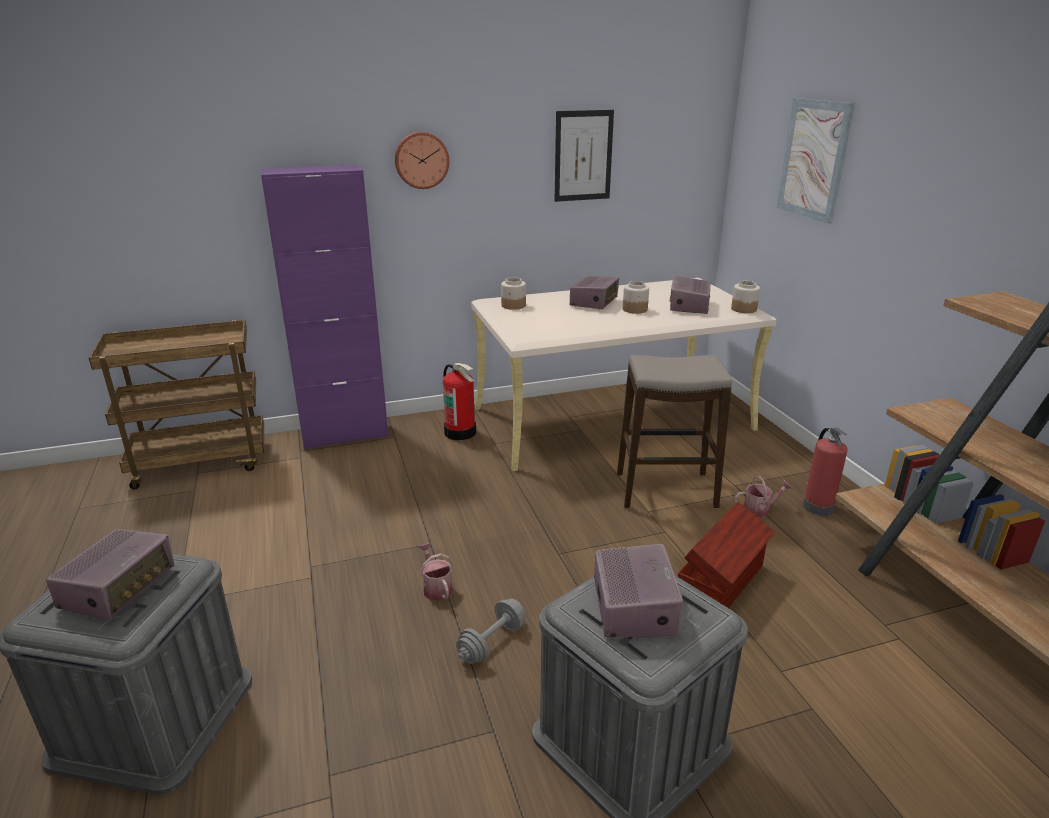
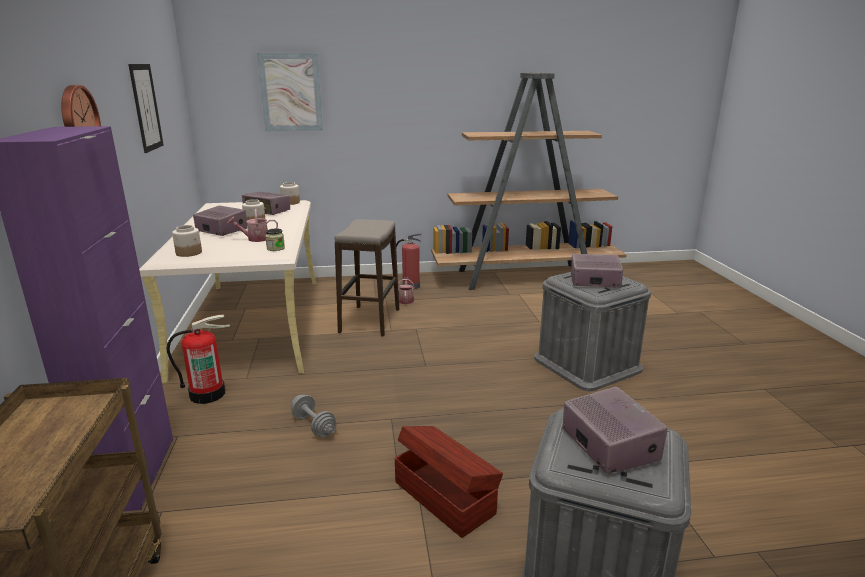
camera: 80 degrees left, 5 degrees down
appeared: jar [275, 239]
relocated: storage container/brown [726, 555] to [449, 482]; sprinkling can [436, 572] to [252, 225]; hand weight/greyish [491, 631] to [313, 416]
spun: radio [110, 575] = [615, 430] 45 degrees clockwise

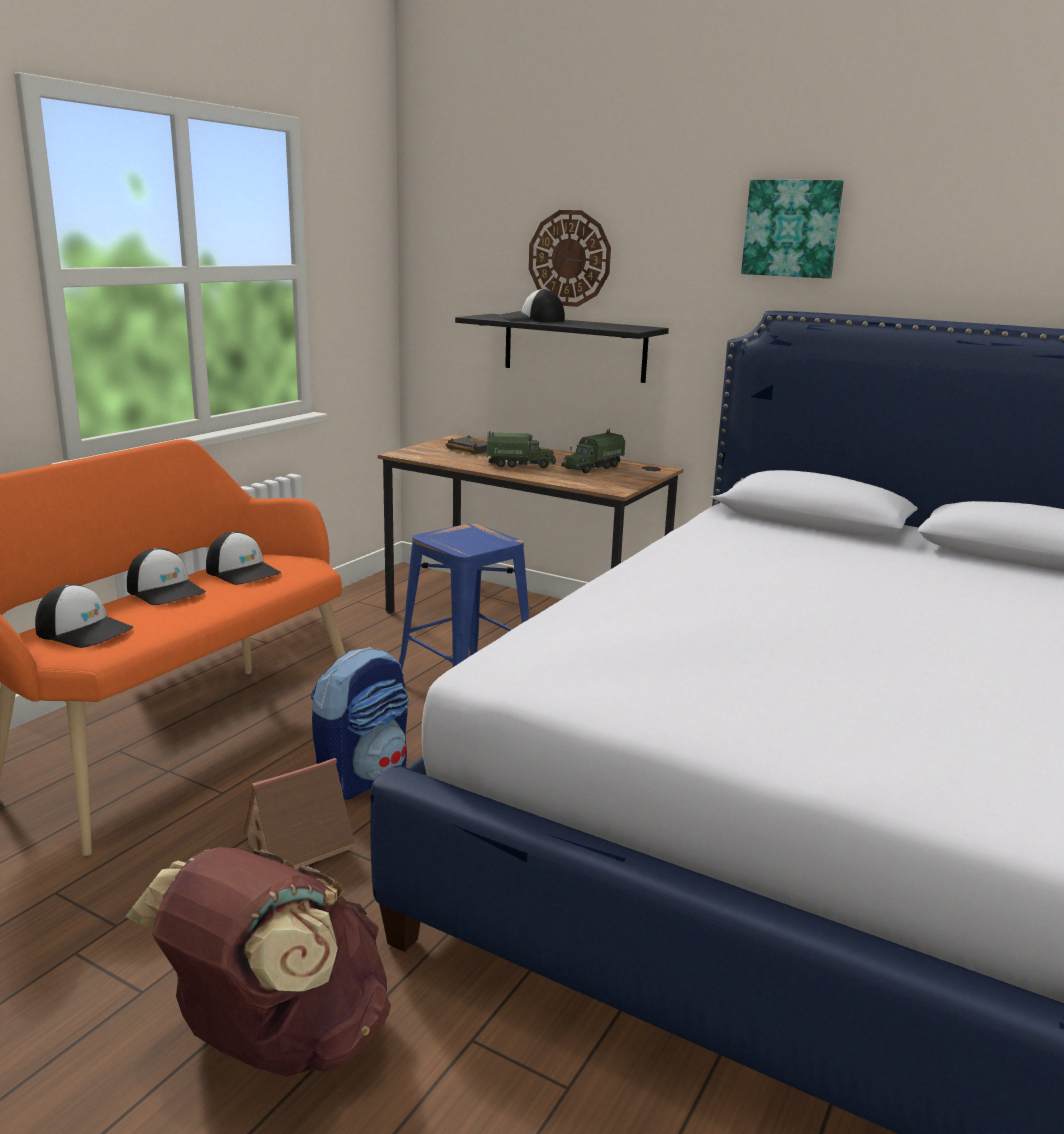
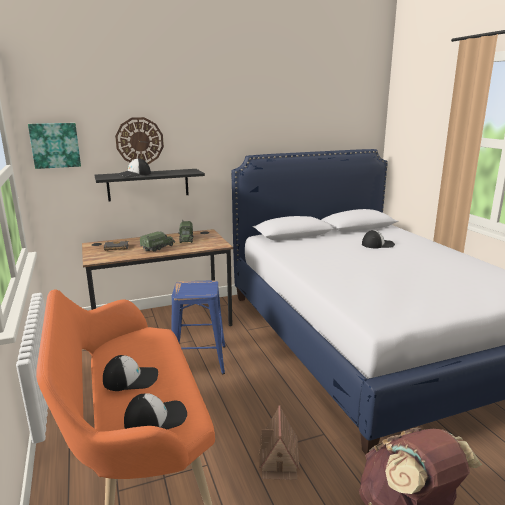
camera: 50 degrees left, 0 degrees up
missing: knapsack [360, 723]
relocated: wall picture [792, 229] to [54, 146]; peaked cap [244, 558] to [378, 239]

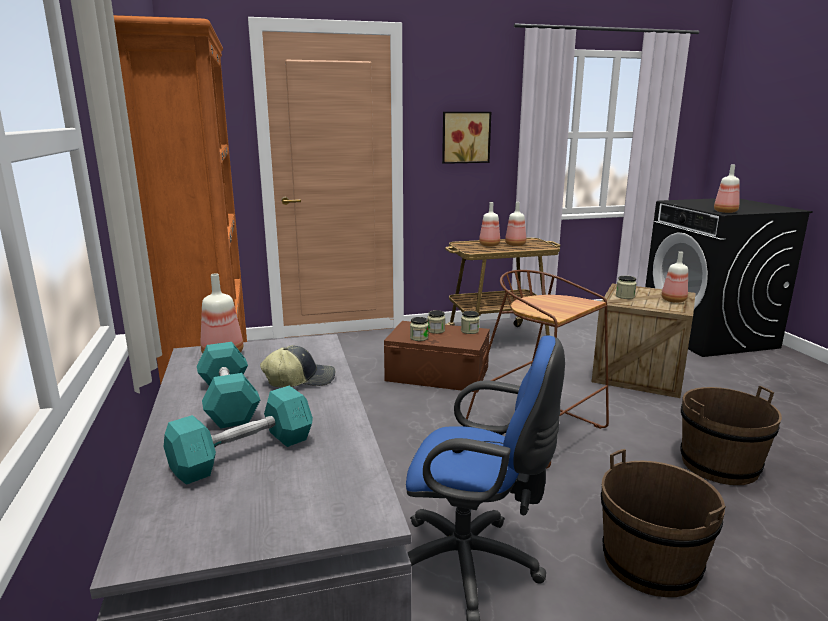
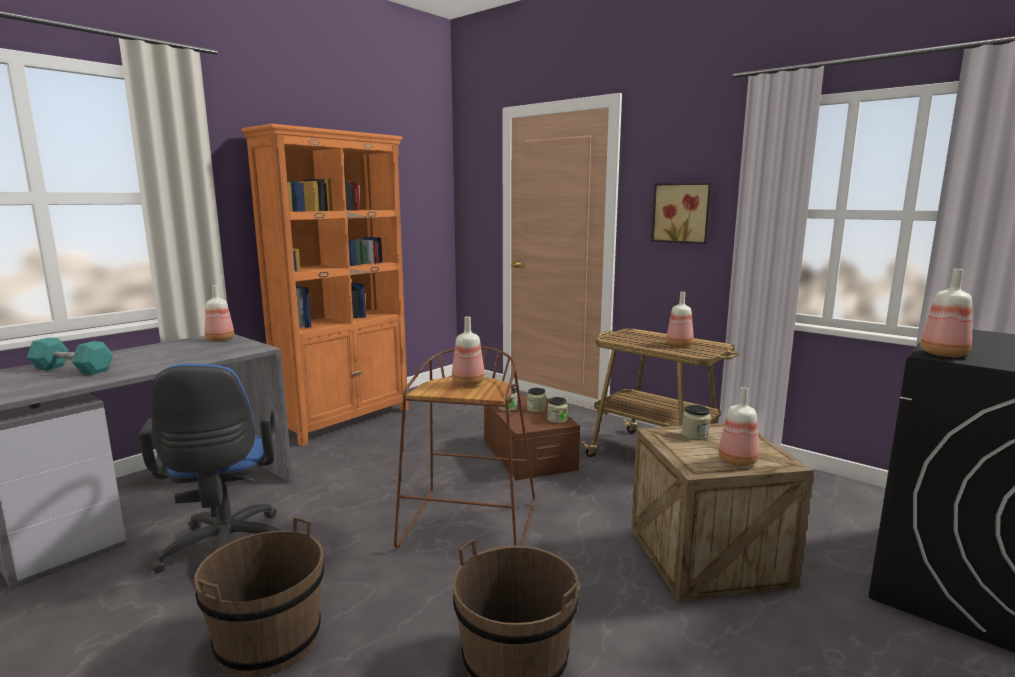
camera: 55 degrees right, 5 degrees down
missing: hand weight/blue-green [228, 385]; peaked cap [297, 366]
relocated: bottle [489, 224] to [468, 351]

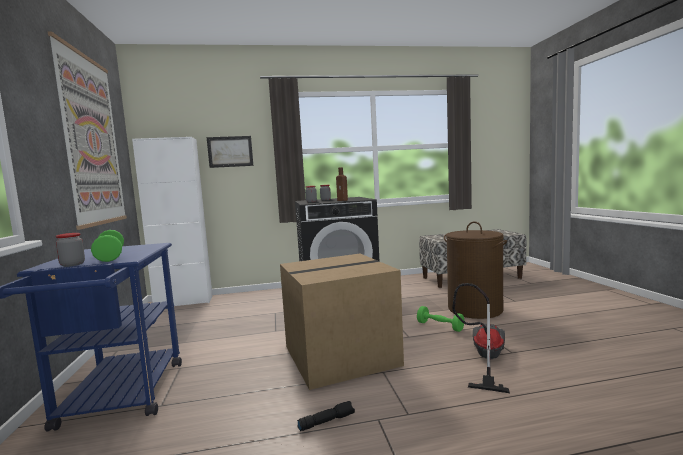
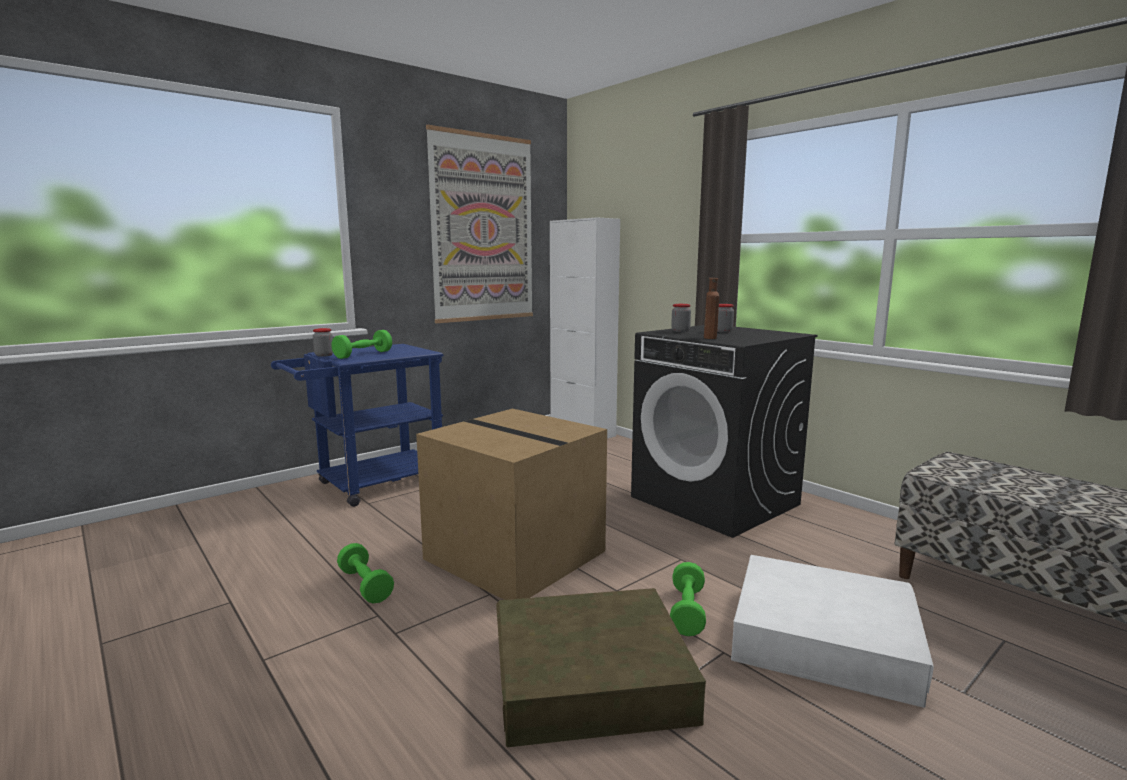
camera: 60 degrees right, 5 degrees up
missing: wall picture [230, 152]
exchanged: washing basket/brown [475, 270] to storage container/white-coloured [832, 631]; vacuum [481, 338] to storage container/brown [601, 667]; hand torch/blackish [326, 416] to hand weight/green [365, 573]

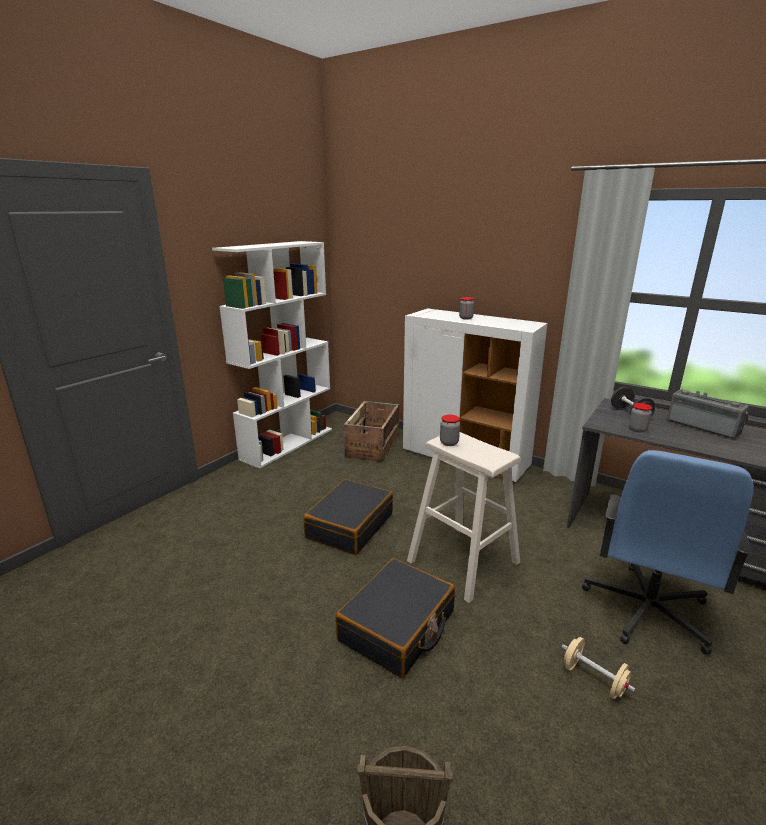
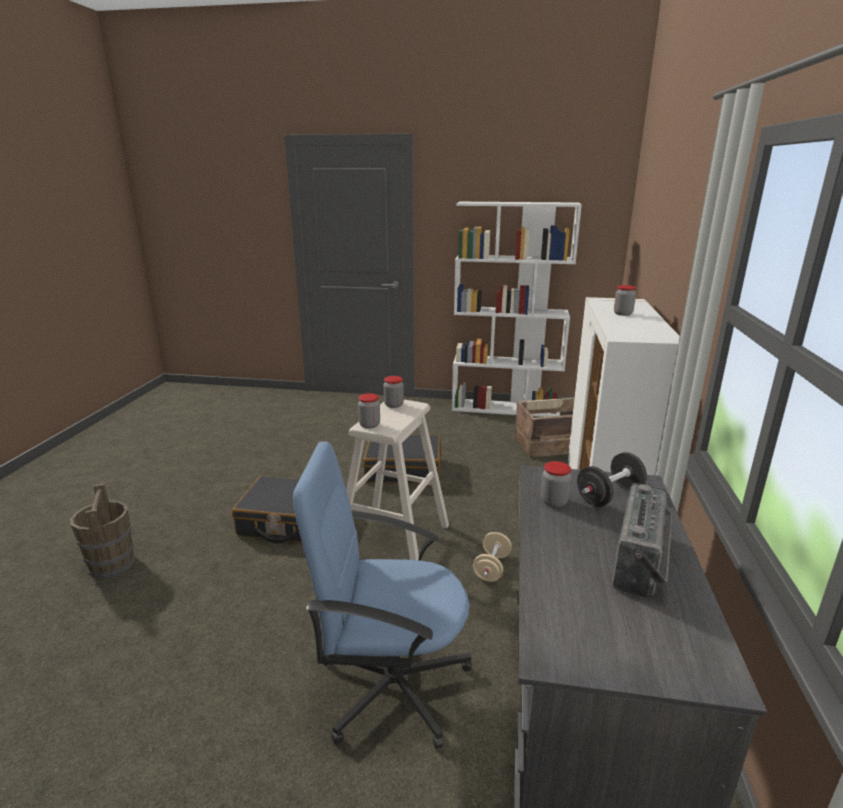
camera: 65 degrees right, 0 degrees up
appeared: jar [369, 411]
relocated: hand weight/beige-coloured [599, 668] to [492, 557]

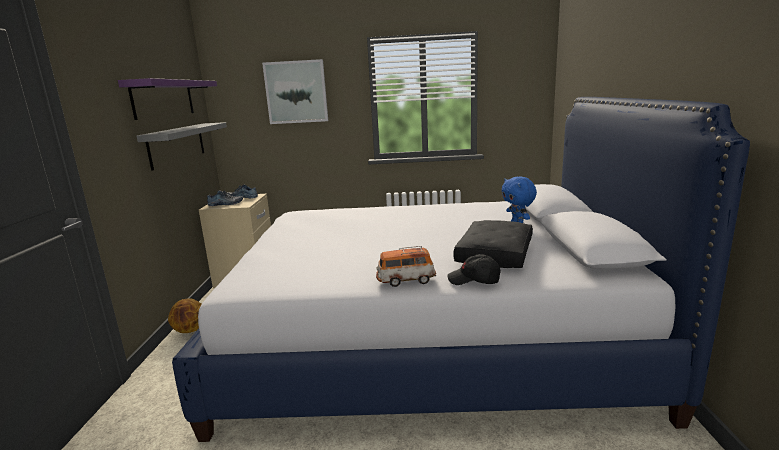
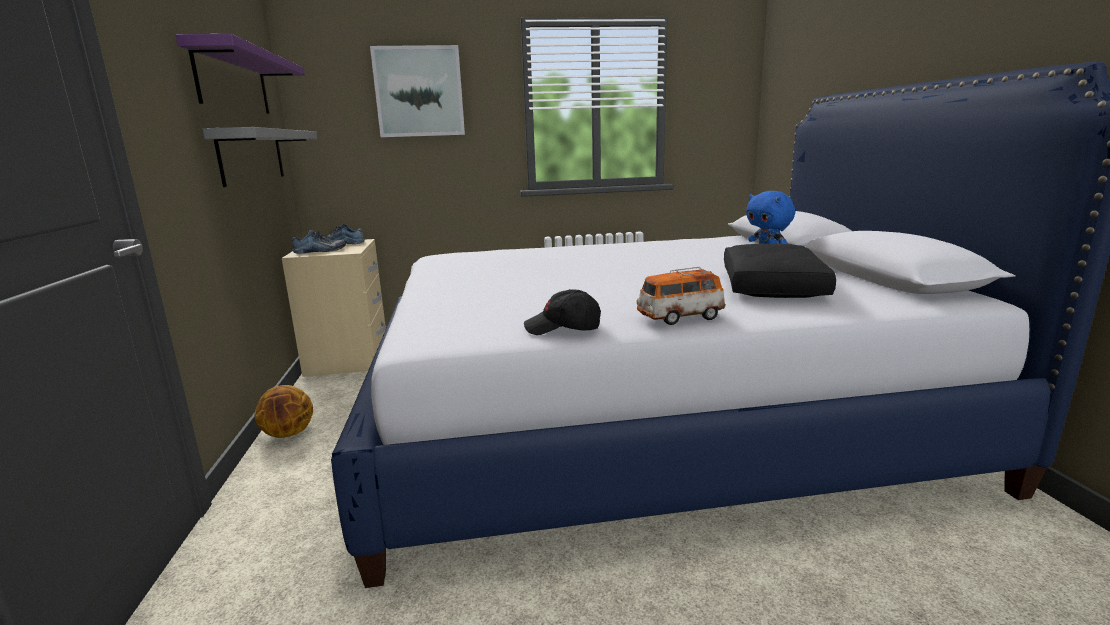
camera: 10 degrees left, 0 degrees up
relocated: peaked cap/blackish [474, 269] to [562, 312]

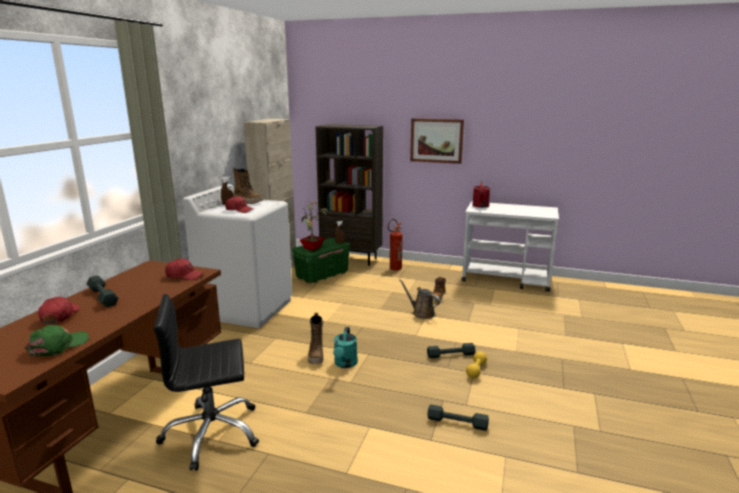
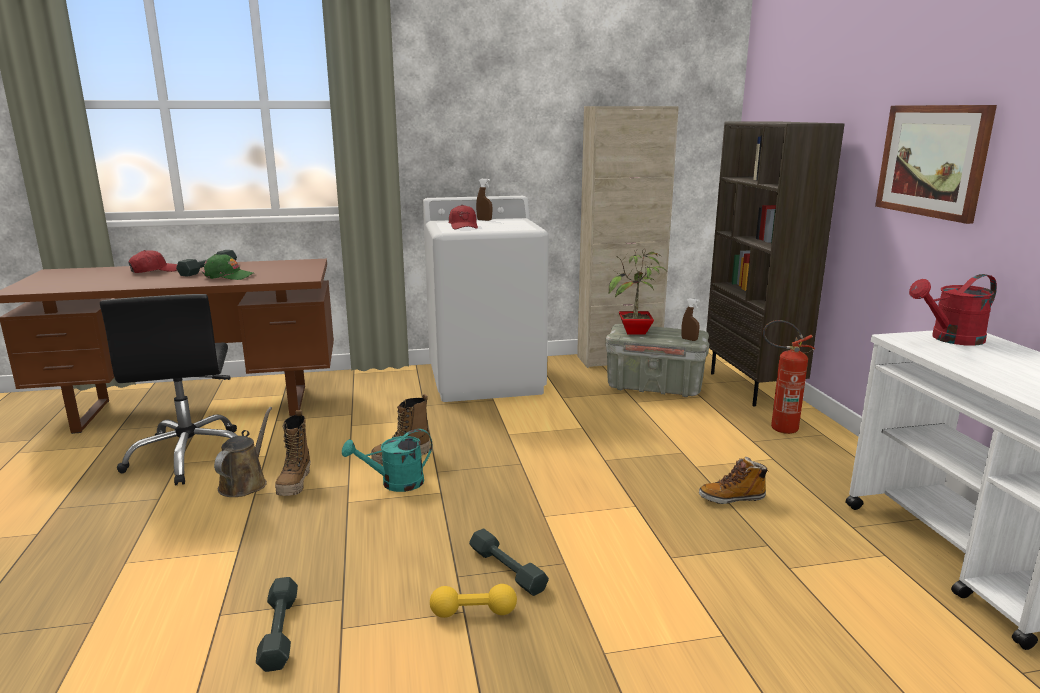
camera: 60 degrees right, 0 degrees up
missing: peaked cap/red-coloured [184, 269]
relocated: boot [248, 185] to [292, 453]; sprinkling can/brown [419, 299] to [243, 452]; peaked cap/green [57, 341] to [228, 267]
colour: storage container/green [321, 260] to storage container/greyish [657, 360]
spun: desk chair/blackish [206, 382] = [169, 389] 150 degrees counterclockwise

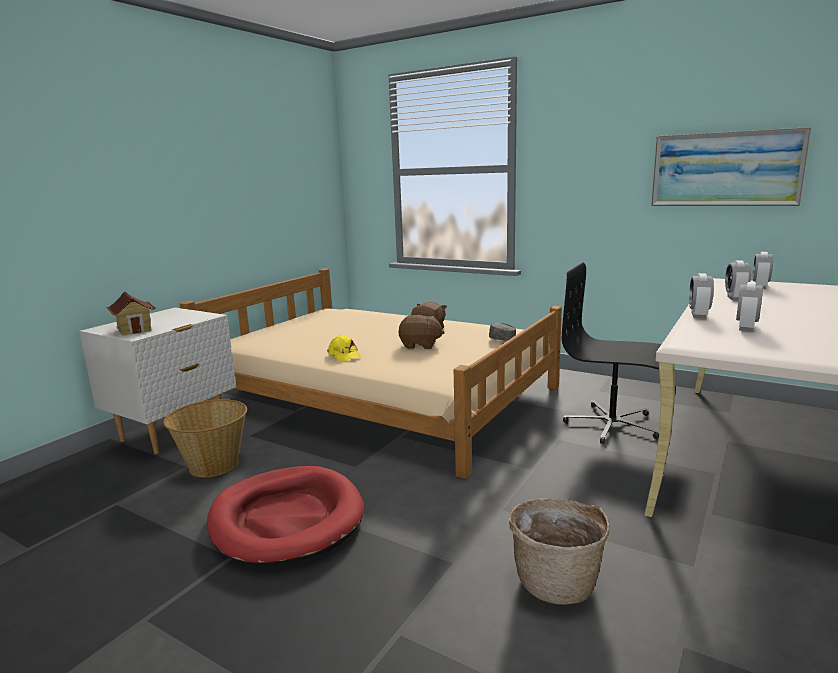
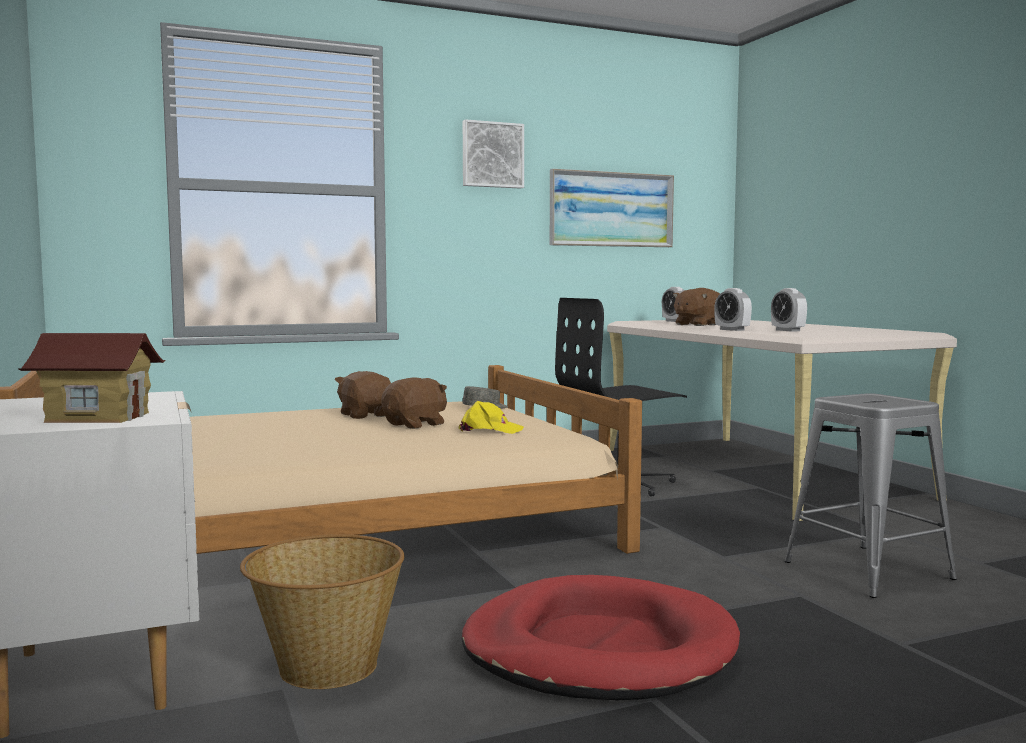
camera: 55 degrees left, 10 degrees down
appeared: wall picture [493, 154]
relocated: peaked cap/yellow [344, 348] to [491, 417]
exchanged: alarm clock [738, 280] to cuddly toy/brown [696, 307]; basket [559, 551] to stool seat/greyish [870, 495]

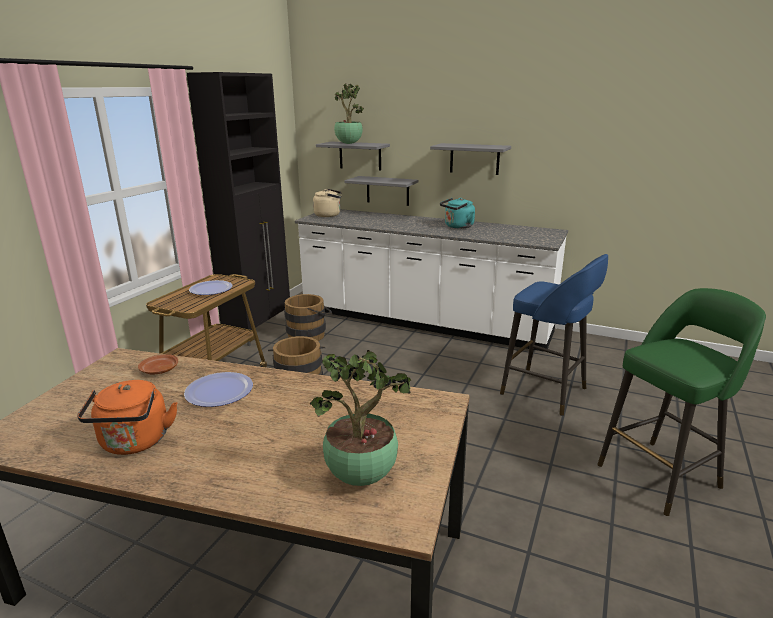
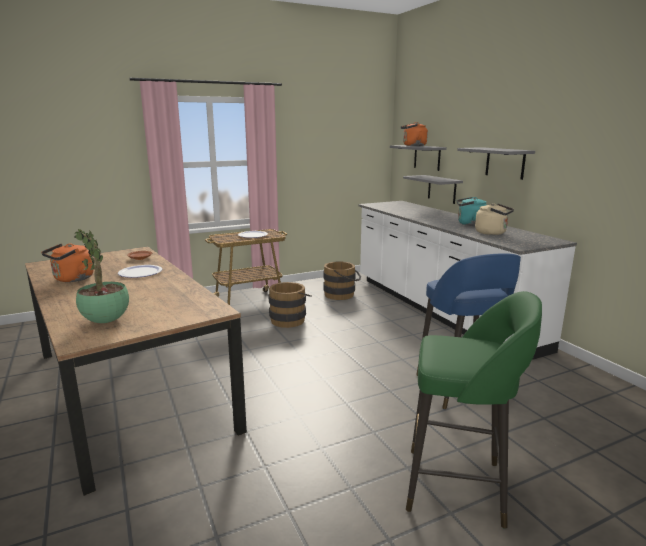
camera: 40 degrees right, 5 degrees down
missing: cabinet/blackish [238, 209]
relocated: water kettle/beige-coloured [327, 203] to [494, 219]
exchanged: plant in a pot [349, 113] to water kettle/orangey [414, 134]

